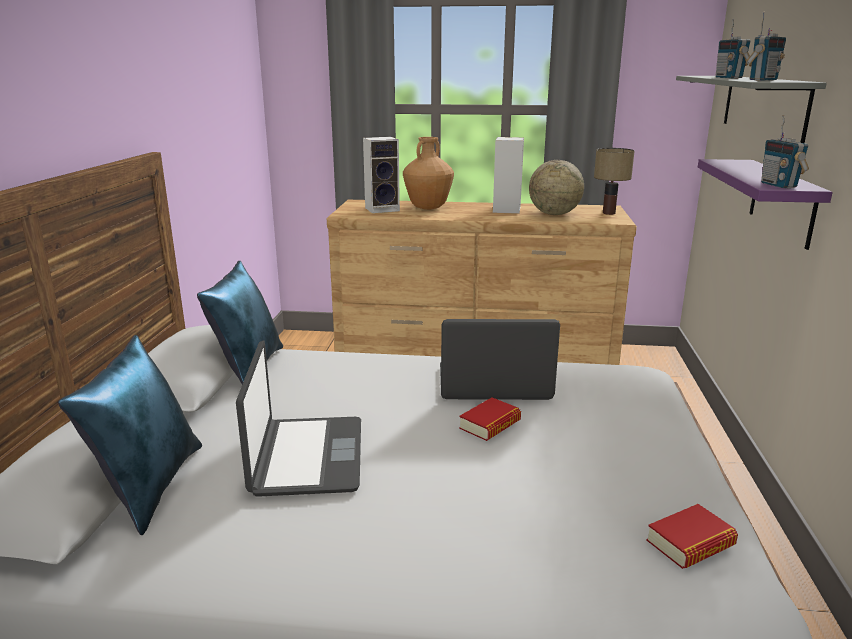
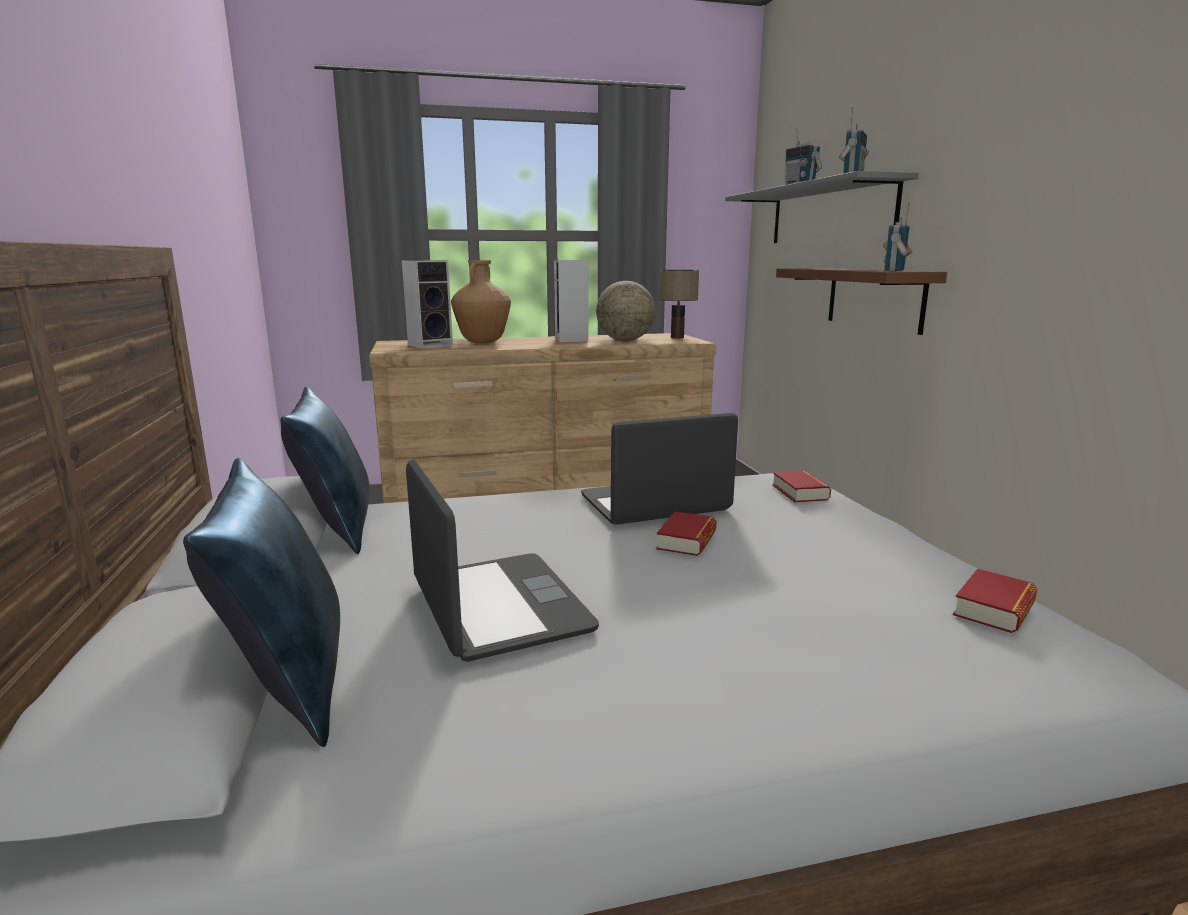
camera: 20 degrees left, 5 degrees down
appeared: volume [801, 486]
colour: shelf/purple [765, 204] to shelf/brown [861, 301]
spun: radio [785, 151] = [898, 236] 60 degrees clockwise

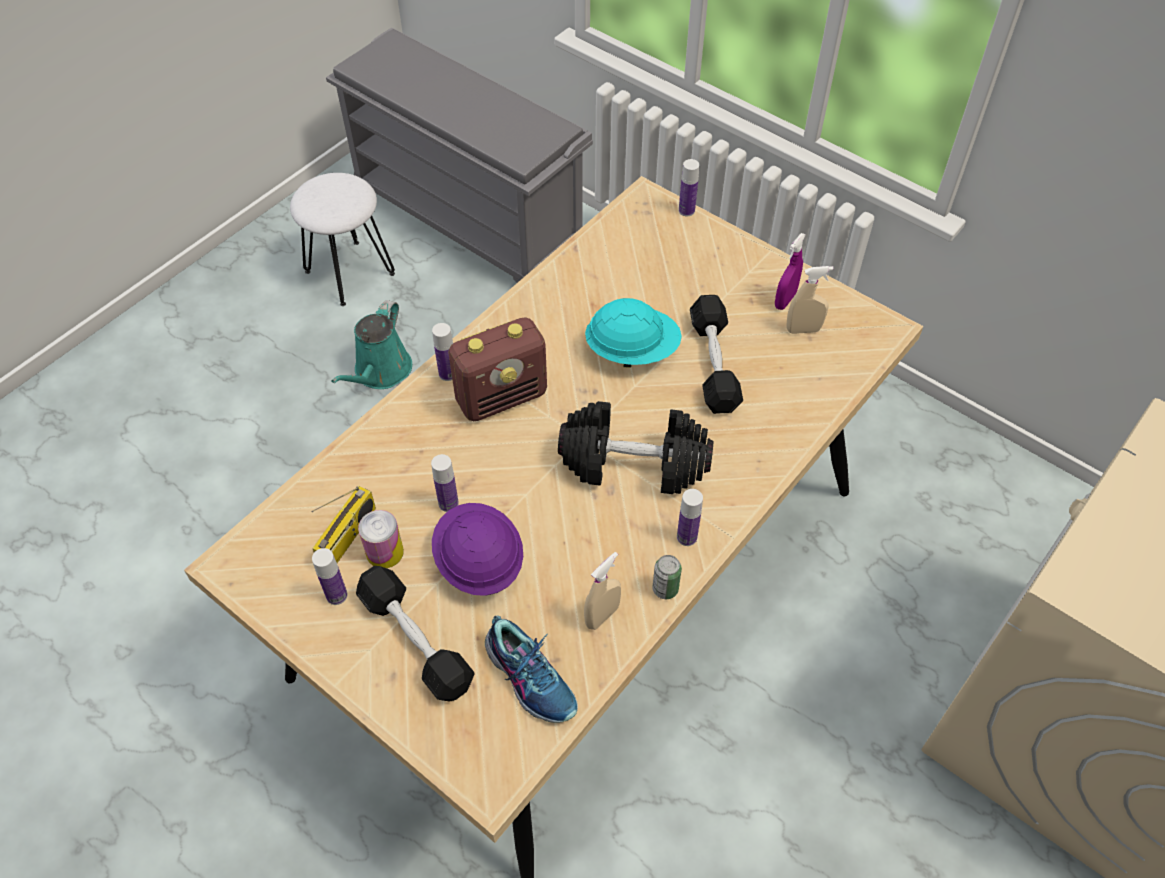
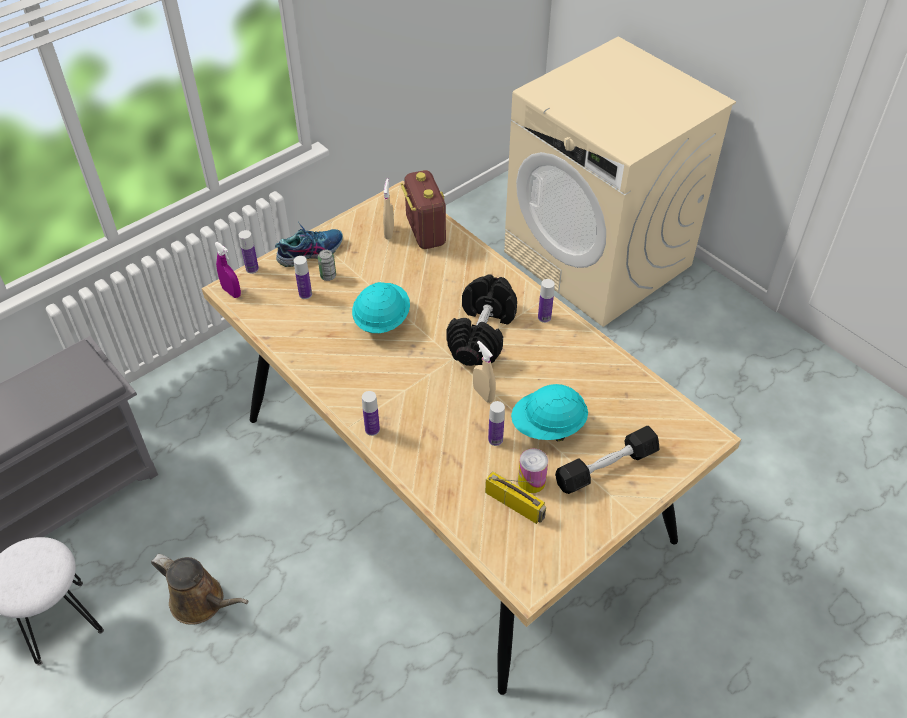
camera: 80 degrees left, 5 degrees down
missing: hand weight/blackish [716, 354]
relocated: spray bottle/purple [790, 271] to [227, 270]; radio [497, 369] to [423, 209]; bottle [330, 576] to [303, 277]; spray bottle/beige-coloured [602, 591] to [484, 372]; metal can [667, 577] to [327, 265]; shoe [531, 669] to [309, 244]
colour: sprinkling can/blue-green [371, 344] to sprinkling can/brown [200, 589]; safety helmet/purple [477, 549] to safety helmet/blue-green [549, 413]

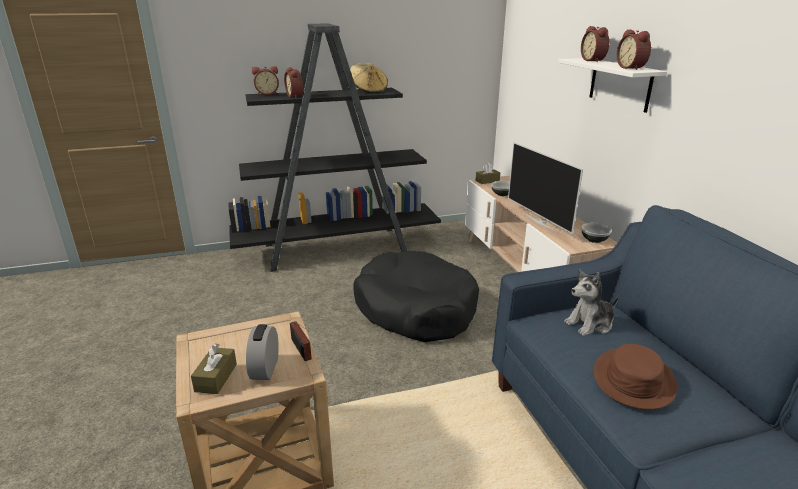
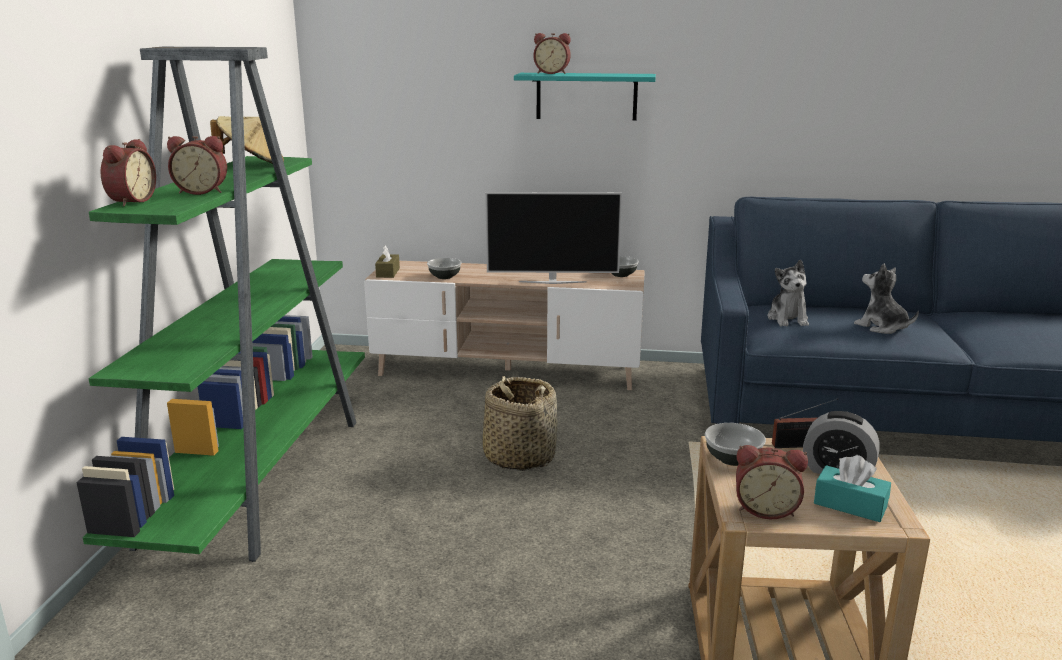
camera: 65 degrees left, 5 degrees down
appeared: bowl [735, 444]
relocated: alarm clock [634, 49] to [772, 482]
exchanged: dog cushion/blackish [416, 296] to basket [520, 423]; hat/brown [635, 377] to cuddly toy [886, 298]
colour: bookcase/blackish [335, 147] to bookcase/green [220, 304]; shelf/white-coloured [612, 85] to shelf/blue-green [585, 97]; tissue box/brown [214, 368] to tissue box/blue-green [852, 488]

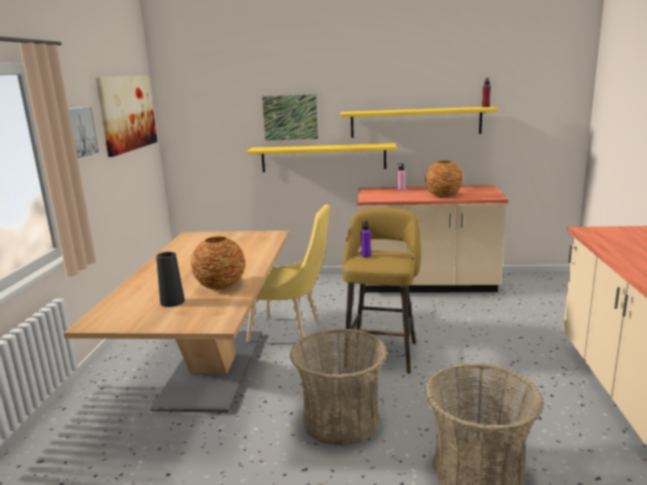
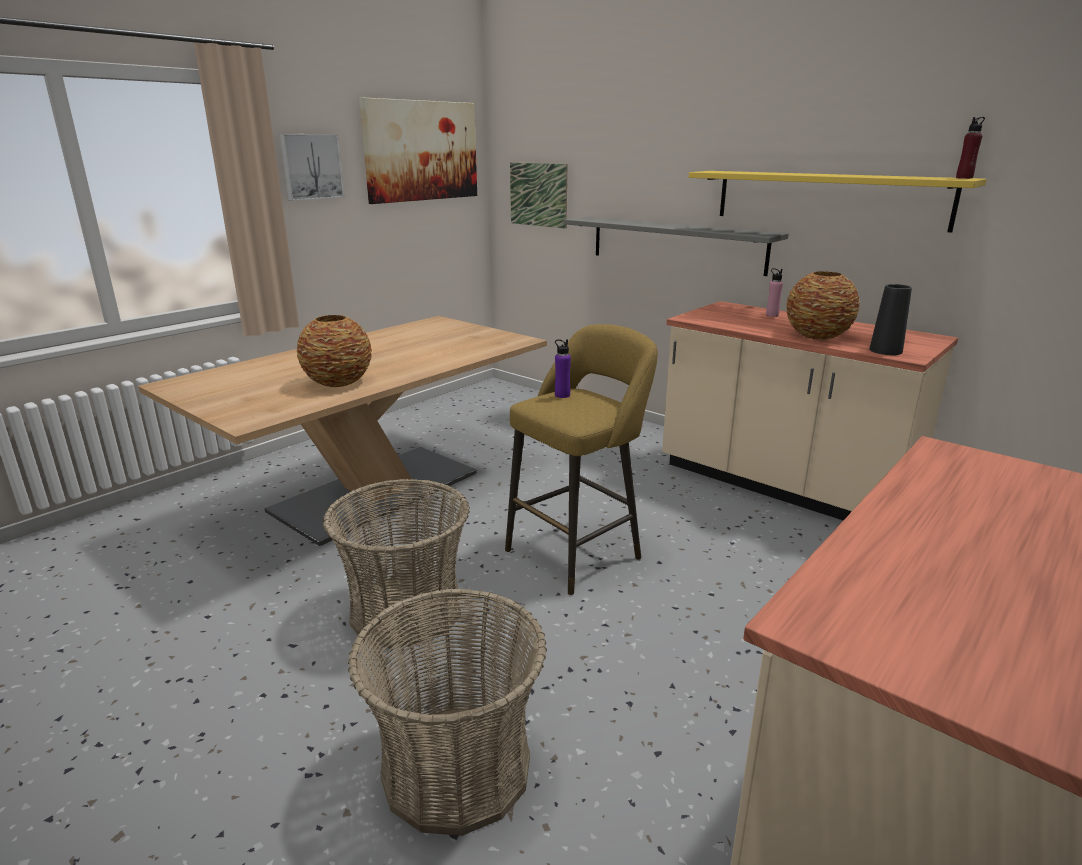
camera: 35 degrees right, 5 degrees up
missing: upright chair/yellow [288, 275]
relocated: wall picture [290, 117] to [538, 196]; flower vase/blackish [170, 279] to [890, 319]
colour: shelf/yellow [322, 157] to shelf/greyish [676, 246]

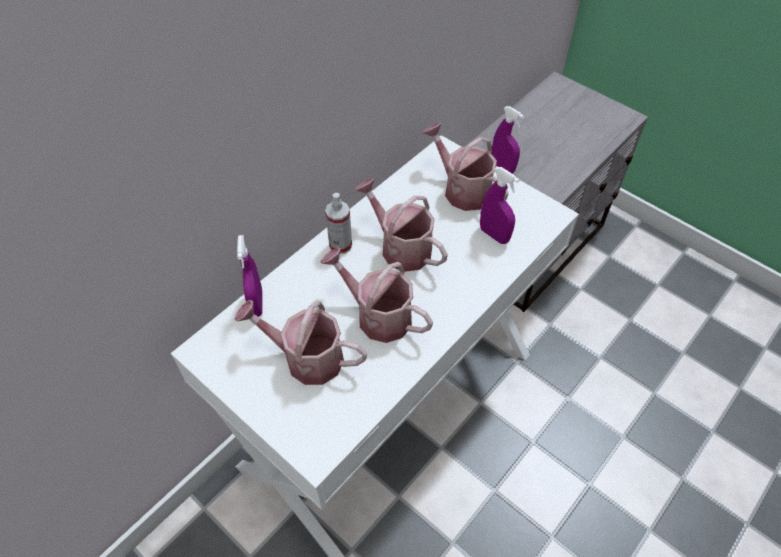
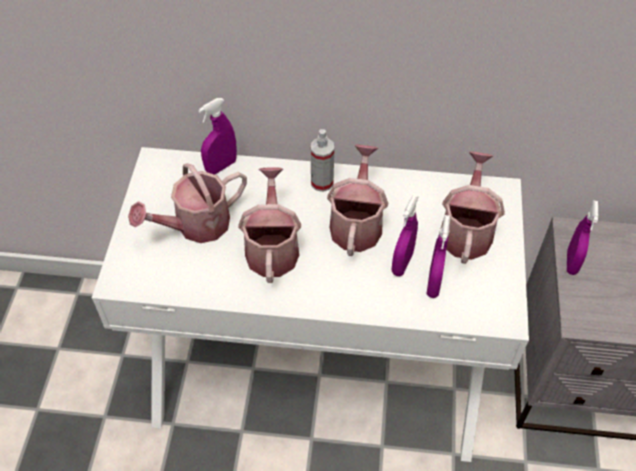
camera: 55 degrees right, 0 degrees up
appeared: spray bottle/purple [405, 235]
spun: sprinkling can [300, 342] = [187, 203] 105 degrees counterclockwise

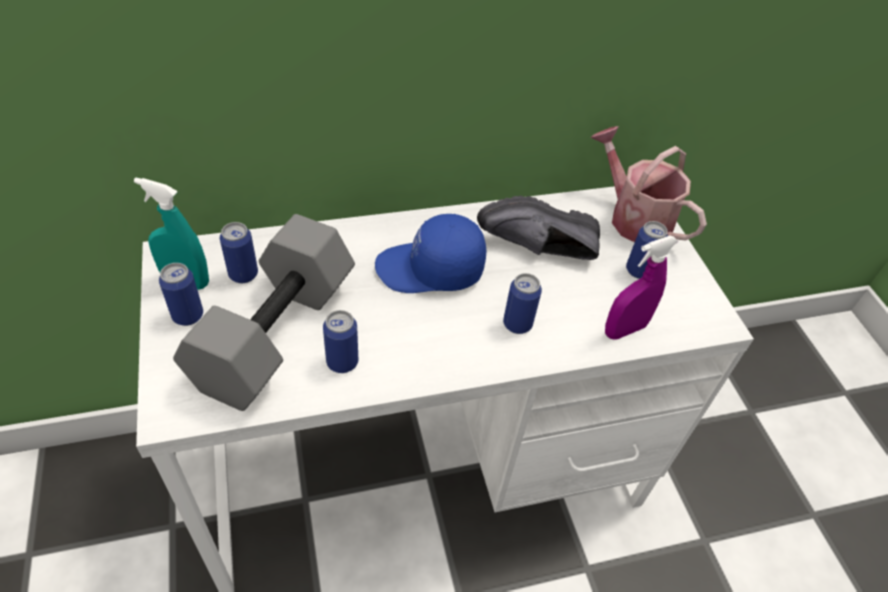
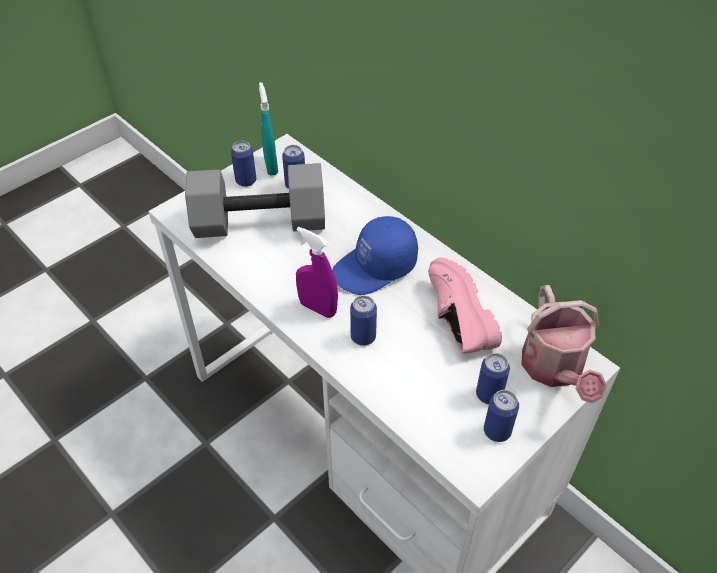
camera: 65 degrees right, 0 degrees up
relocated: spray bottle/purple [641, 287] to [317, 272]; metal can [341, 341] to [501, 416]
colour: shoe/blackish [538, 228] to shoe/pink-coloured [465, 305]
spun: sprinkling can [648, 184] = [564, 344] 150 degrees clockwise; peaked cap/bluish [430, 253] = [375, 255] 90 degrees counterclockwise

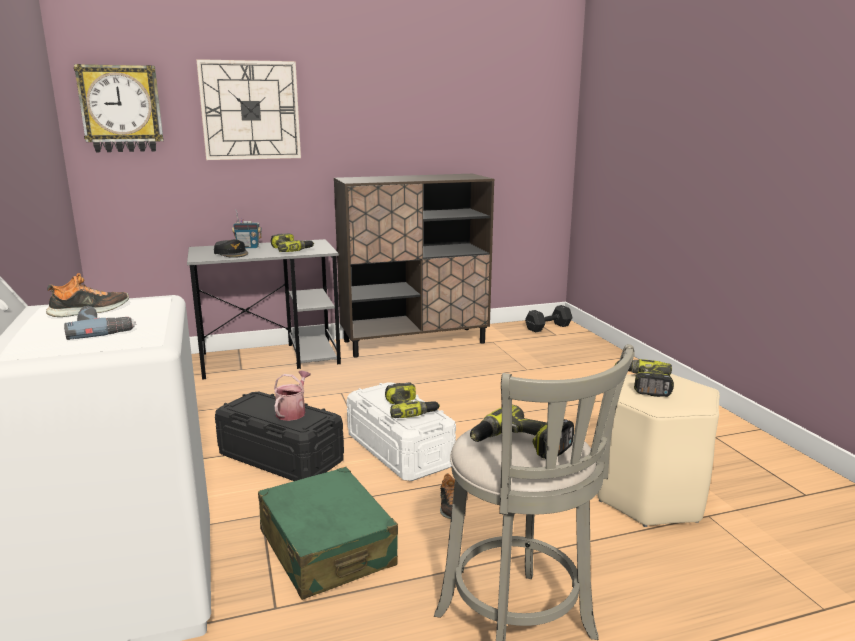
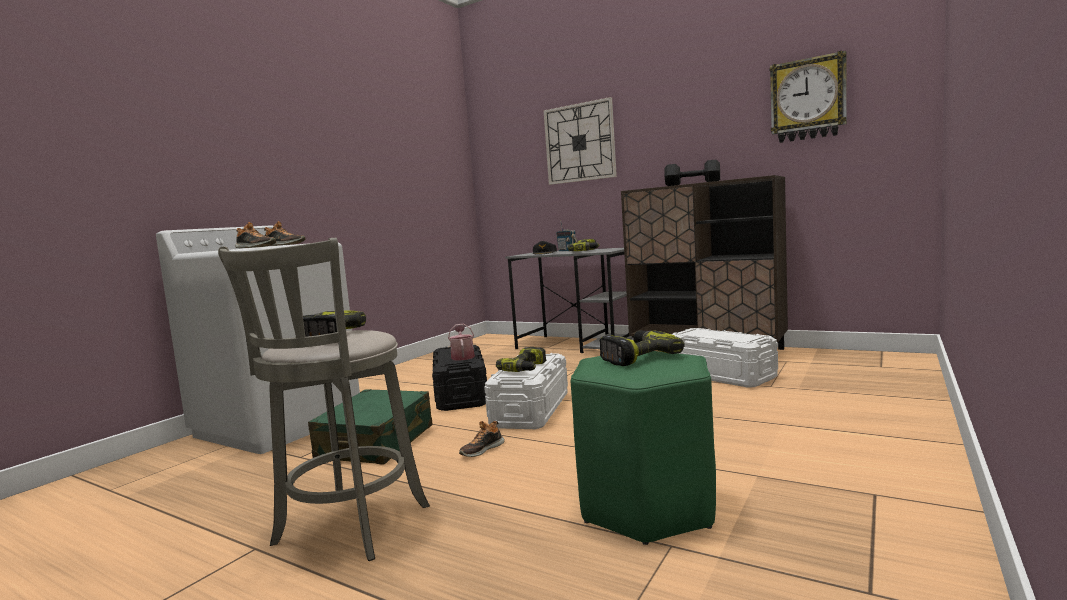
camera: 50 degrees right, 10 degrees down
appeared: storage container/white-coloured [725, 358]
relocated: wall clock [119, 108] to [808, 97]; hand weight/blackish [548, 319] to [692, 172]
exchanged: drill [100, 323] to shoe [255, 235]
colour: stool seat/beige-coloured [658, 450] to stool seat/green [643, 448]
spun: sprinkling can [292, 396] = [461, 342] 75 degrees counterclockwise

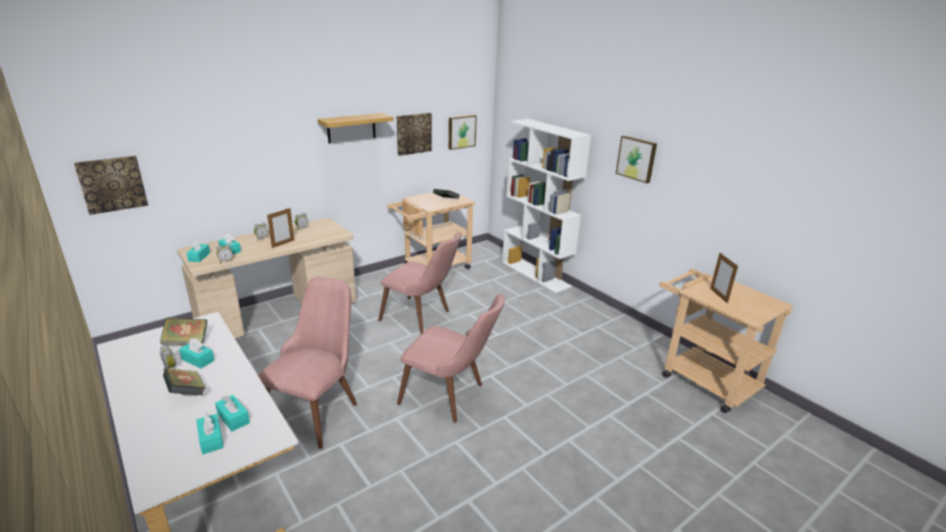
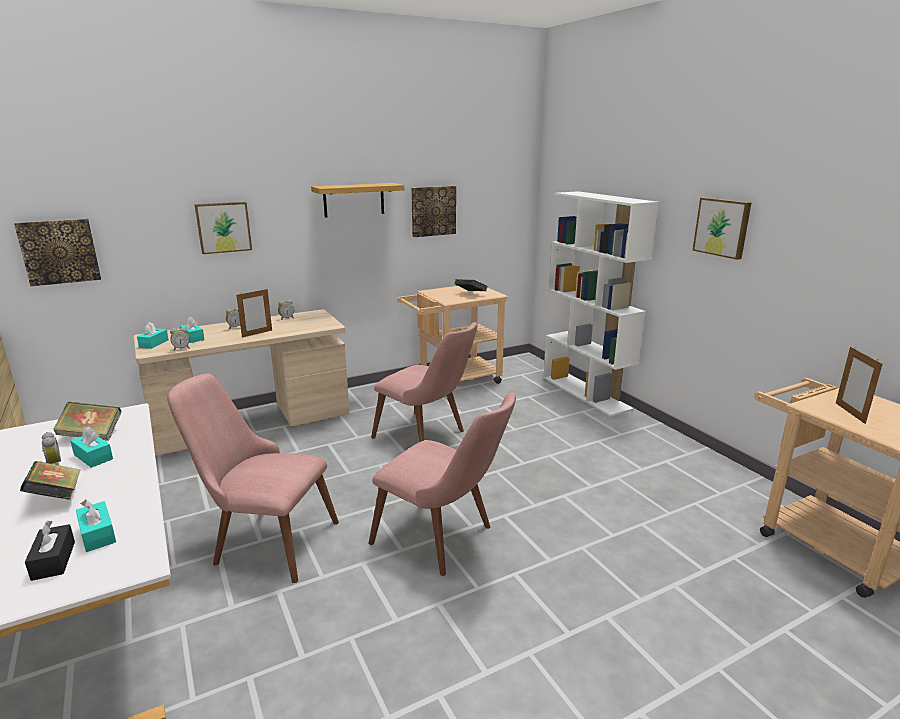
camera: 10 degrees right, 5 degrees down
relocated: wall picture [463, 132] to [223, 228]
colour: tissue box/blue-green [210, 433] to tissue box/blackish [50, 551]
spun: upright chair/pink-coloured [307, 363] = [253, 478] 105 degrees counterclockwise

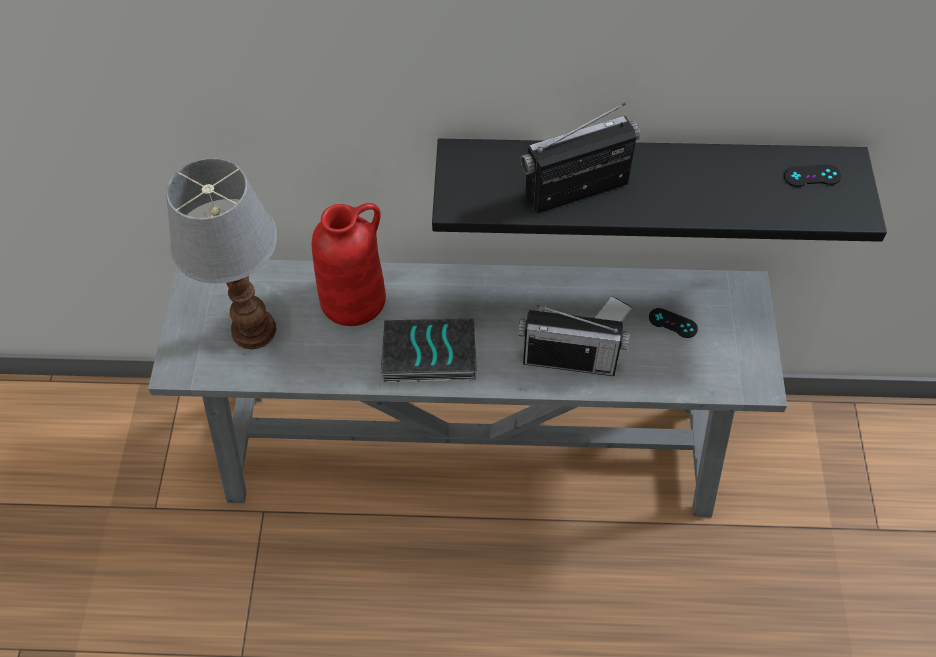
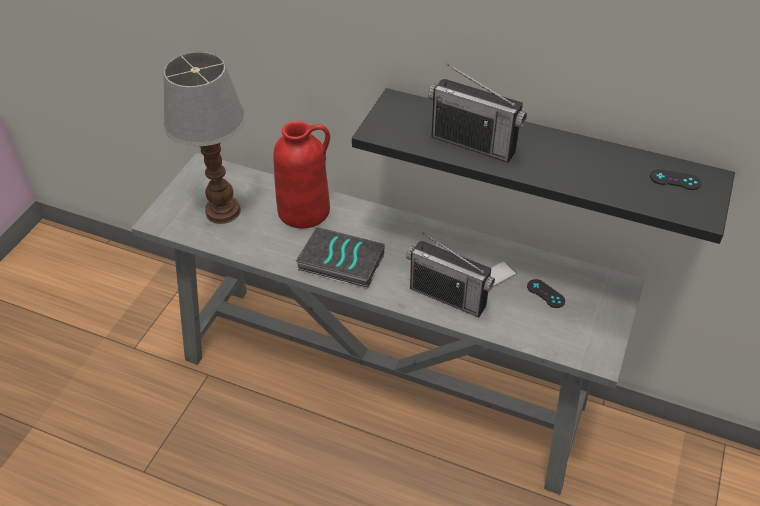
camera: 20 degrees right, 10 degrees down
spun: radio [580, 158] = [477, 113] 150 degrees counterclockwise

